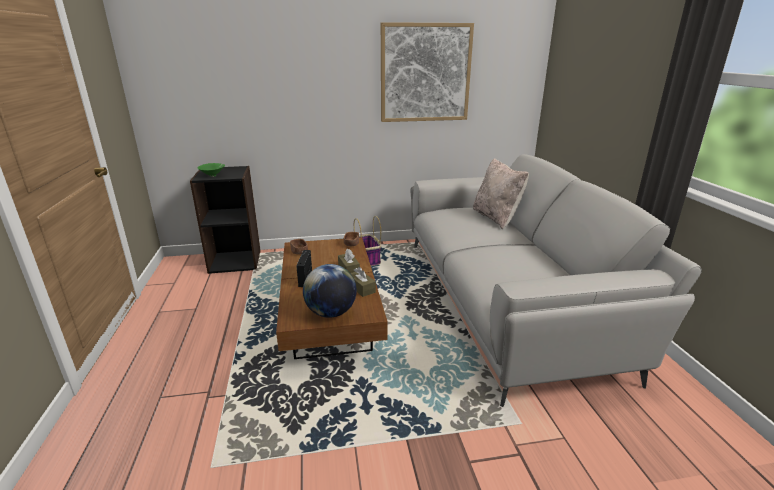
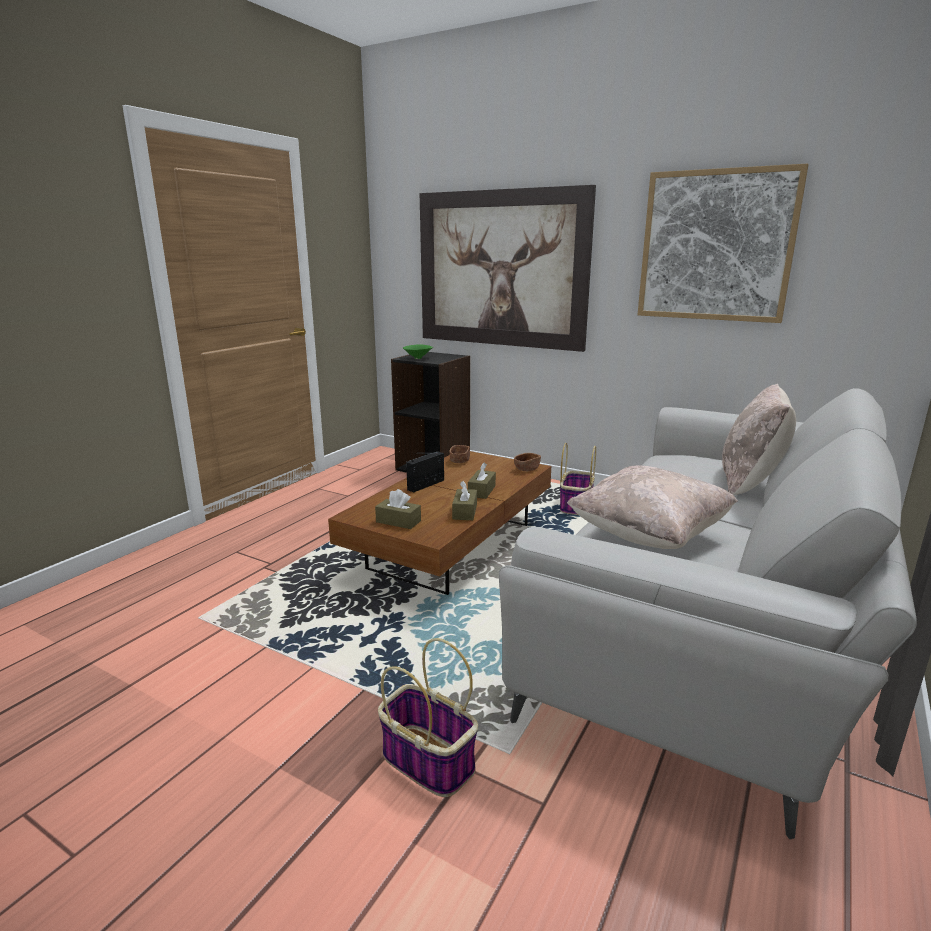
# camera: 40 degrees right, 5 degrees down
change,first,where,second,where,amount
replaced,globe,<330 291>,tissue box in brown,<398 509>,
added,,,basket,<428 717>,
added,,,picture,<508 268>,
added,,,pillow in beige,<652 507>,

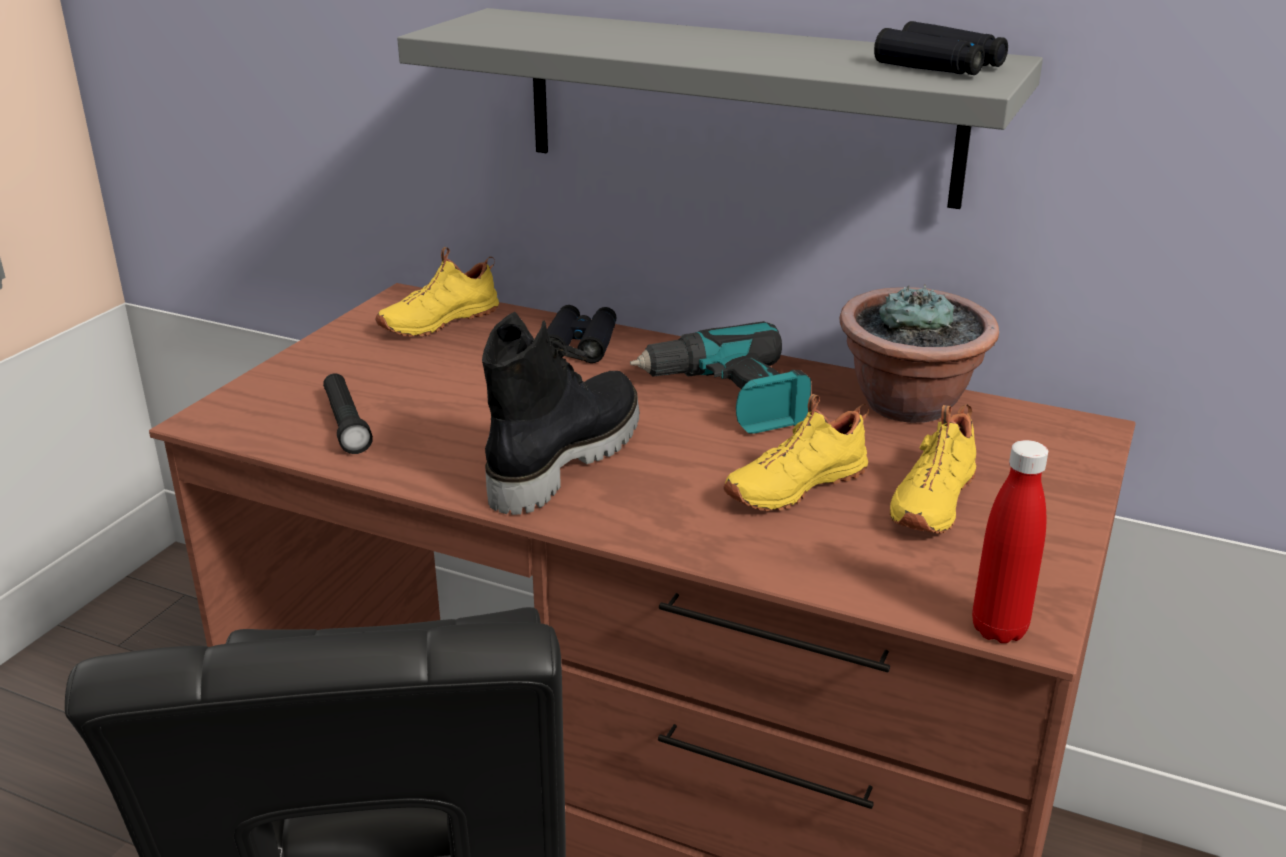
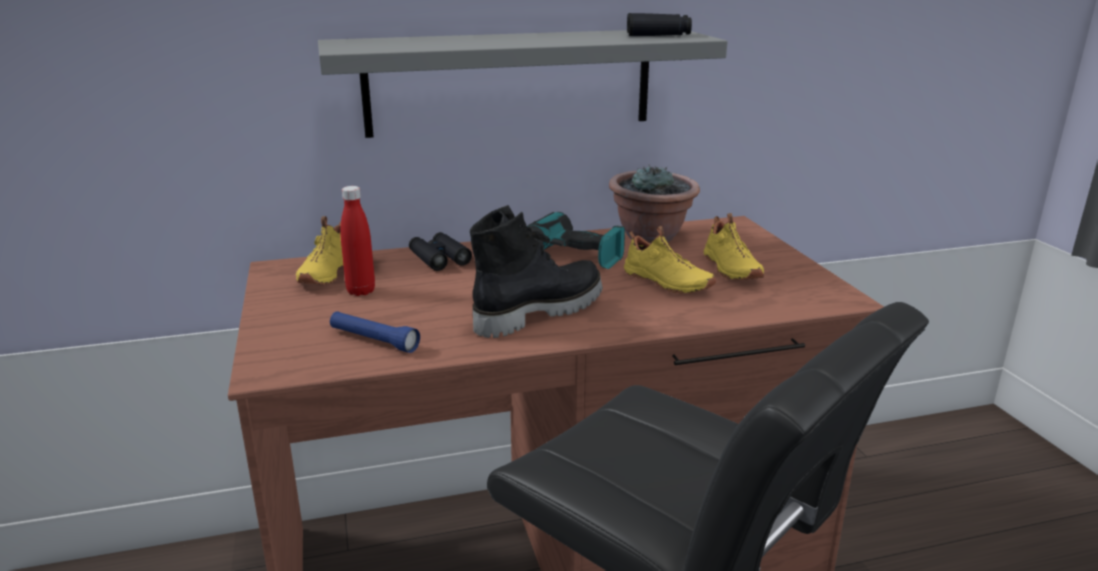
# camera: 40 degrees left, 5 degrees down
change,first,where,second,where,amount
recoloured,flashlight in black,<348 414>,flashlight in blue,<375 332>,
turned,boot in black,<561 413>,,<536 271>,60 degrees clockwise
turned,shoe in yellow,<796 452>,,<670 260>,60 degrees counterclockwise
moved,bottle in red,<1010 541>,,<357 241>,

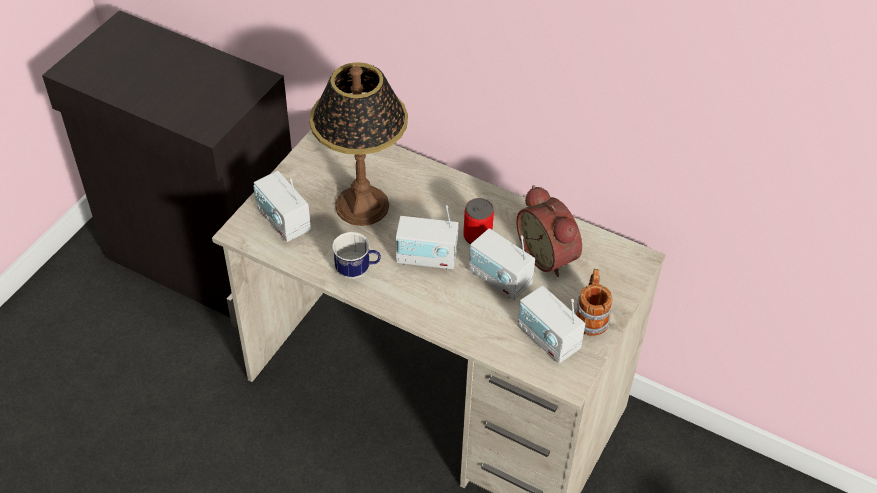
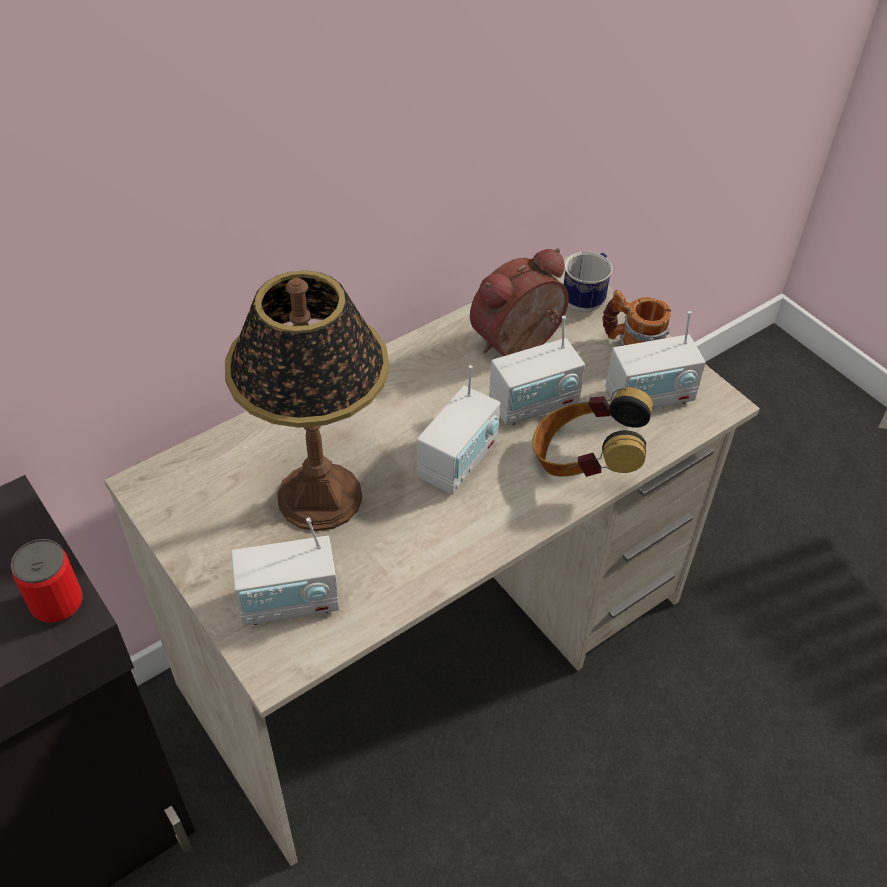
# camera: 65 degrees left, 0 degrees up
change,first,where,second,where,amount
moved,mug,<356 255>,,<588 281>,
moved,can,<478 221>,,<47 581>,
turned,alarm clock,<549 231>,,<519 302>,150 degrees clockwise
added,,,headphones,<592 432>,

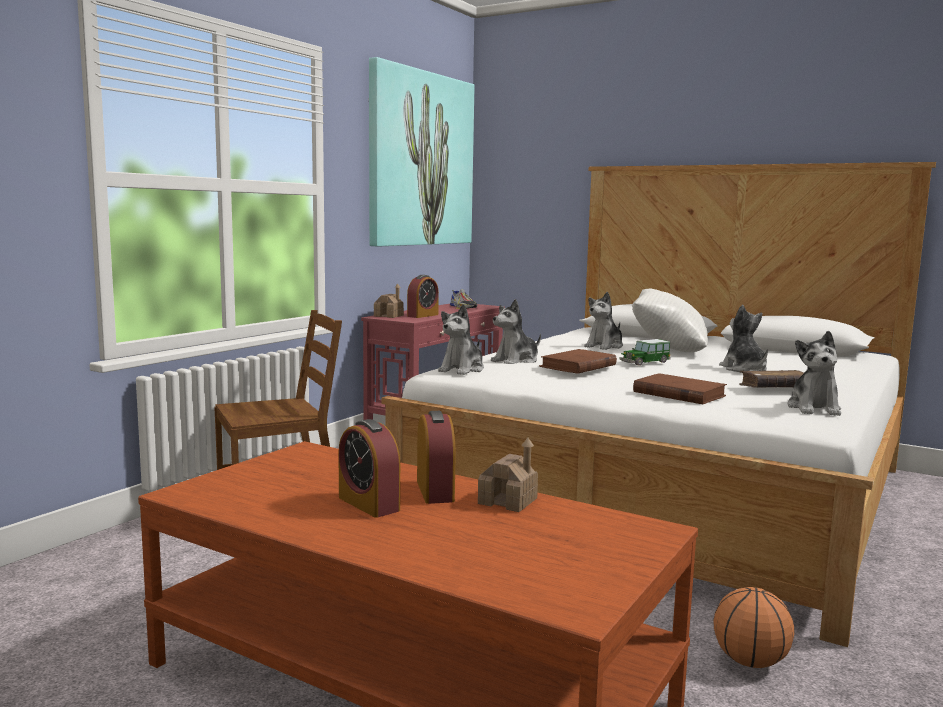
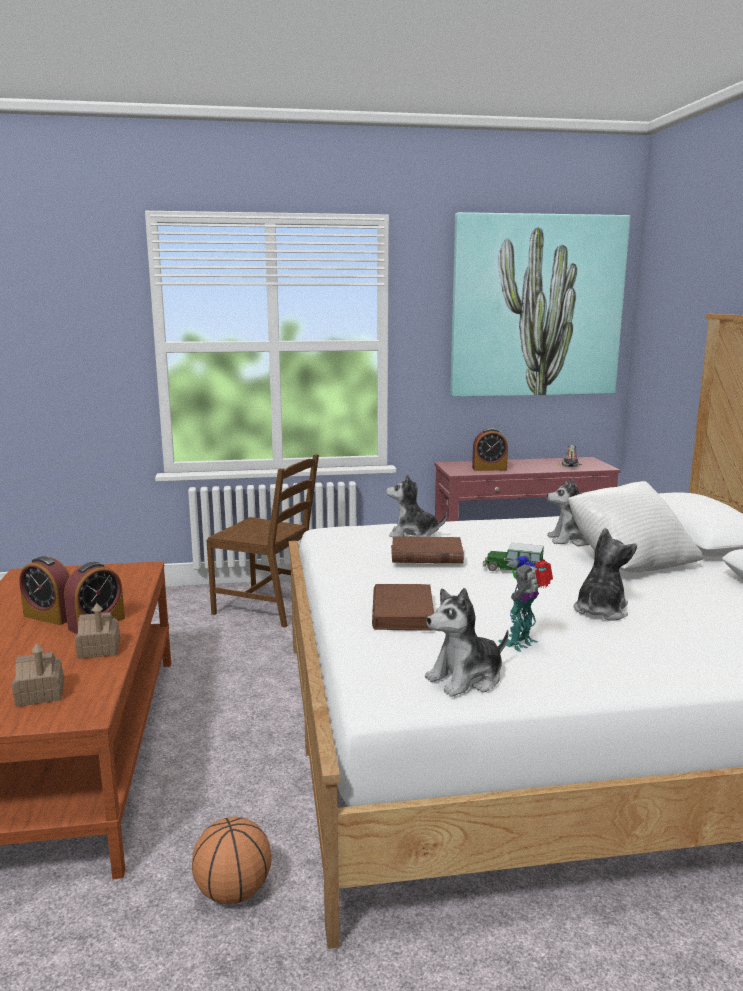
# camera: 50 degrees right, 5 degrees up
change,first,where,second,where,amount
turned,alarm clock,<369 468>,,<44 590>,75 degrees counterclockwise
moved,toy house,<389 300>,,<38 675>,
removed,plush toy,<461 339>,,,
replaced,book in brown,<771 379>,toy robot,<525 603>,

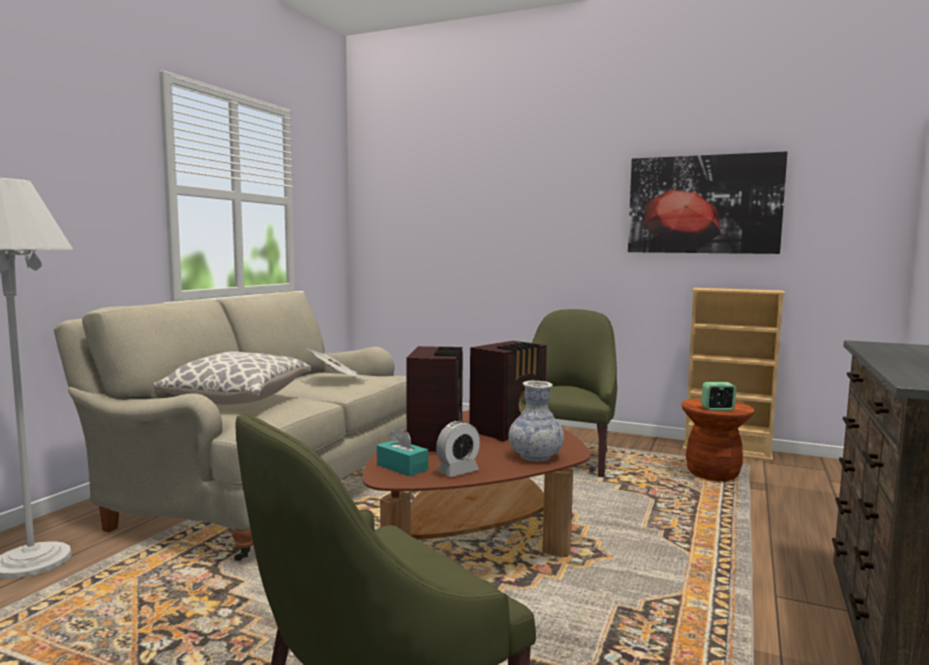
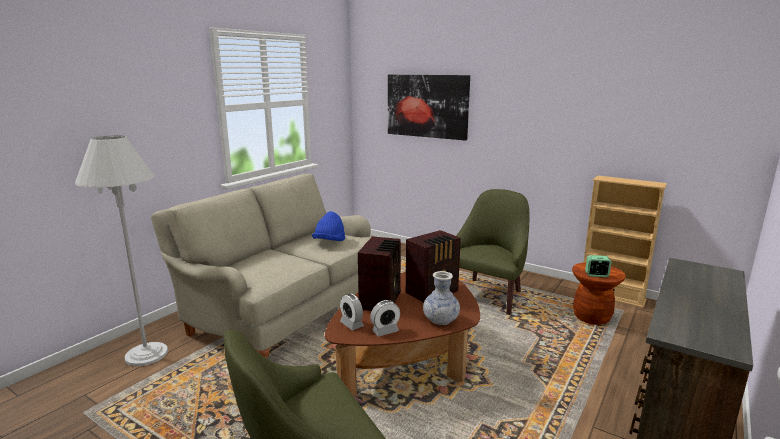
# camera: 10 degrees right, 10 degrees up
change,first,where,second,where,amount
removed,pillow,<232 378>,,,
replaced,newspaper,<336 364>,hat in blue,<328 226>,
replaced,tissue box in turquoise,<402 451>,alarm clock,<352 312>,
moved,picture,<707 202>,,<429 108>,

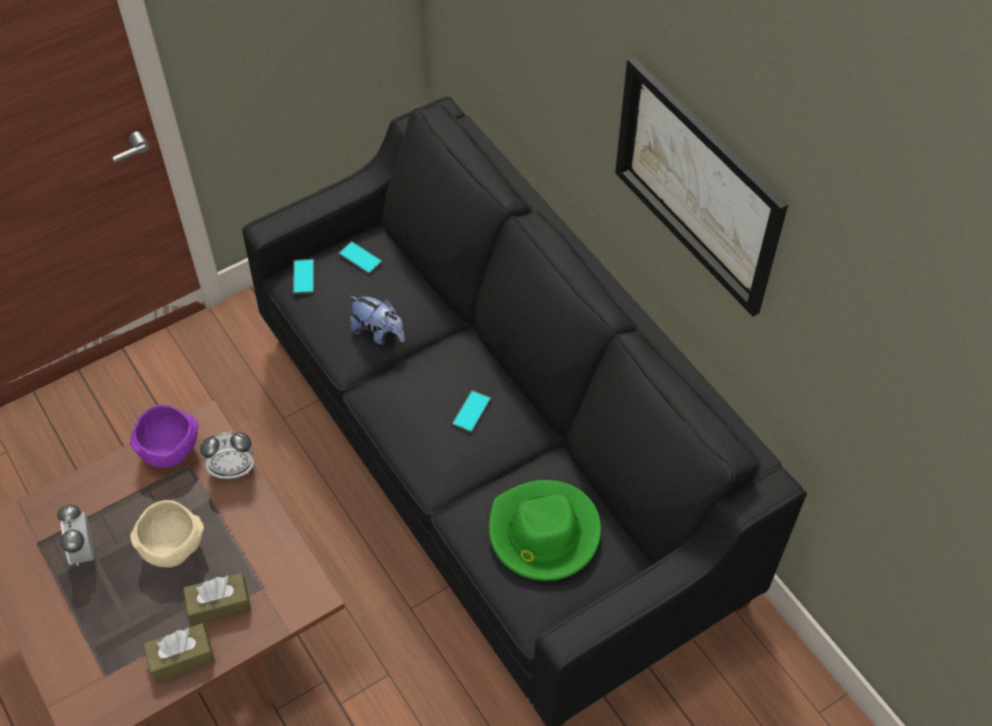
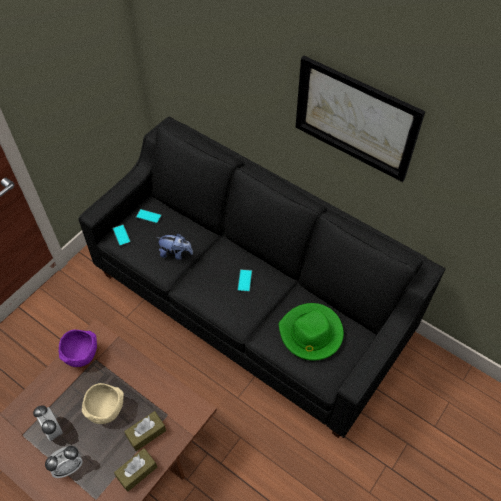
# camera: 20 degrees left, 0 degrees up
change,first,where,second,where,amount
moved,alarm clock,<227 455>,,<64 462>,

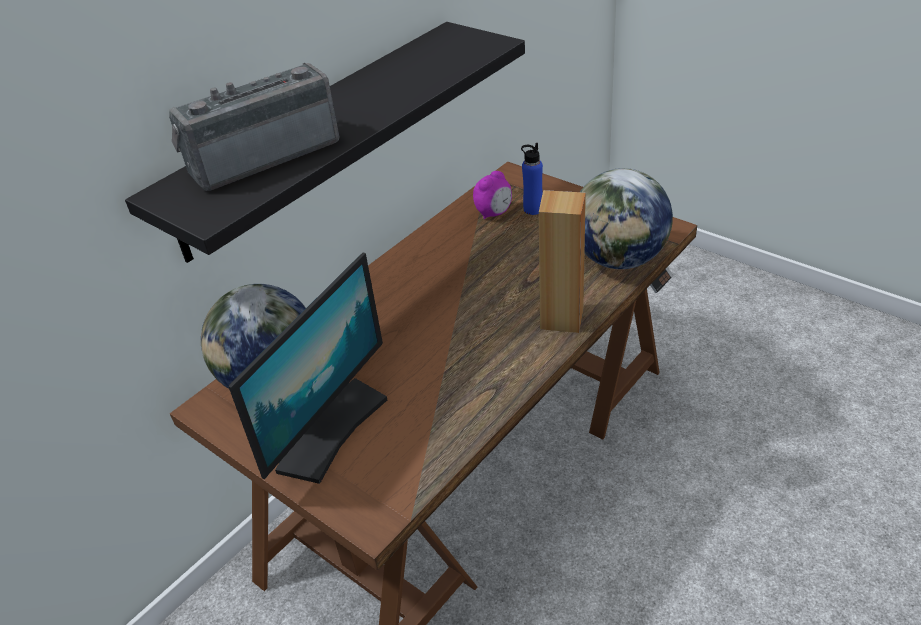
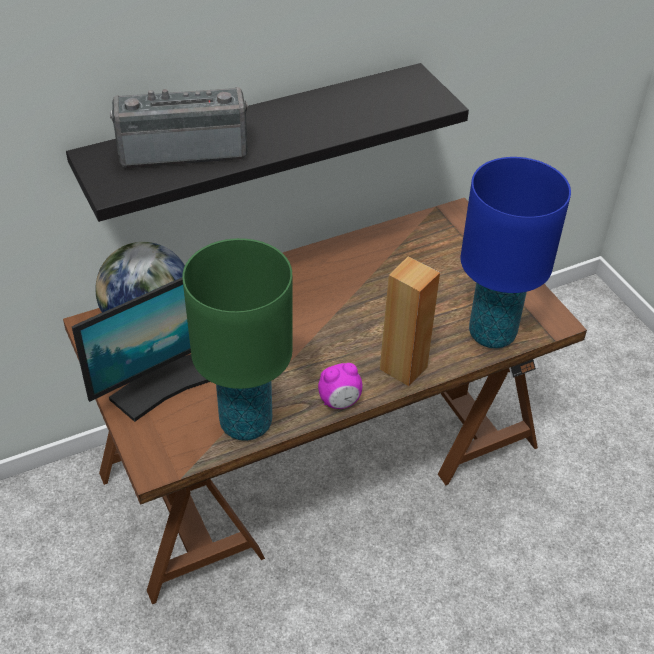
# camera: 20 degrees right, 5 degrees up
change,first,where,second,where,amount
moved,alarm clock,<492 195>,,<340 386>,
removed,bottle in blue,<532 179>,,,
replaced,globe,<626 218>,table lamp in blue,<516 253>,
added,,,table lamp in green,<237 339>,

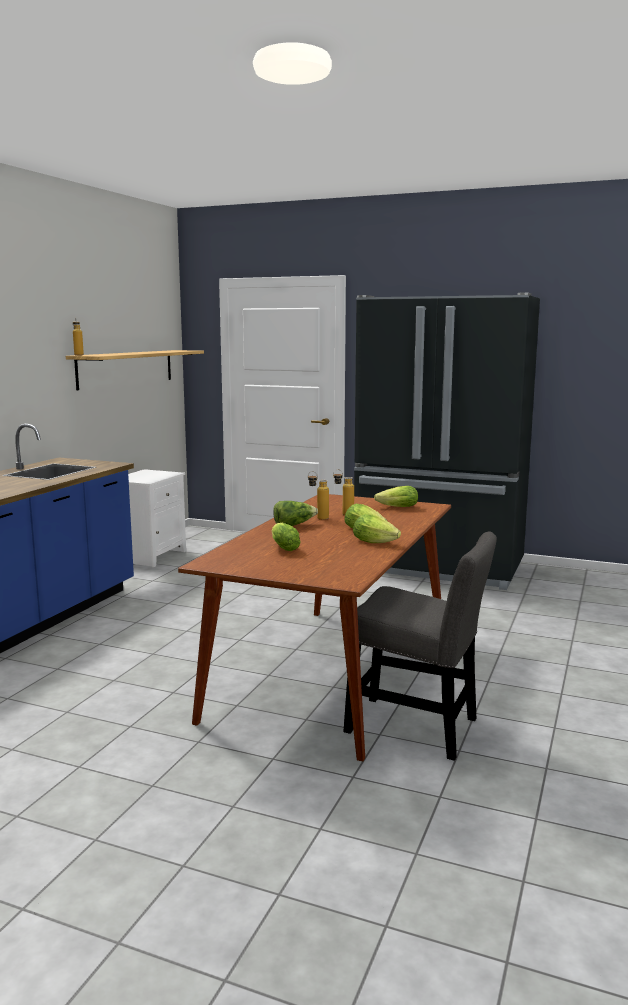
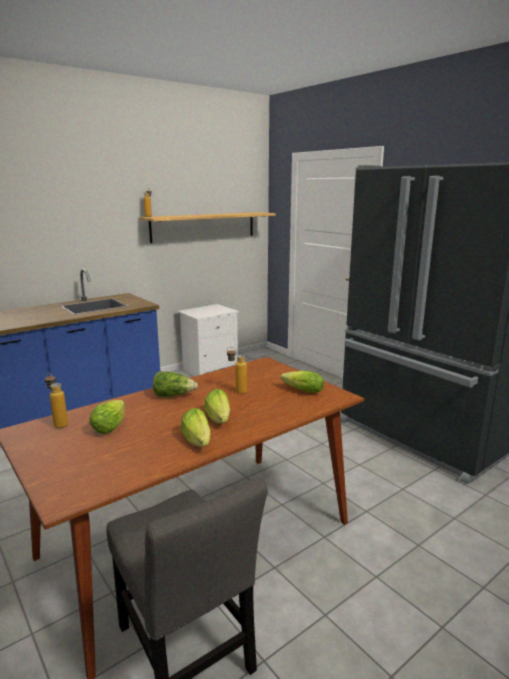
# camera: 30 degrees right, 5 degrees up
change,first,where,second,where,amount
moved,bottle,<318 495>,,<56 400>,

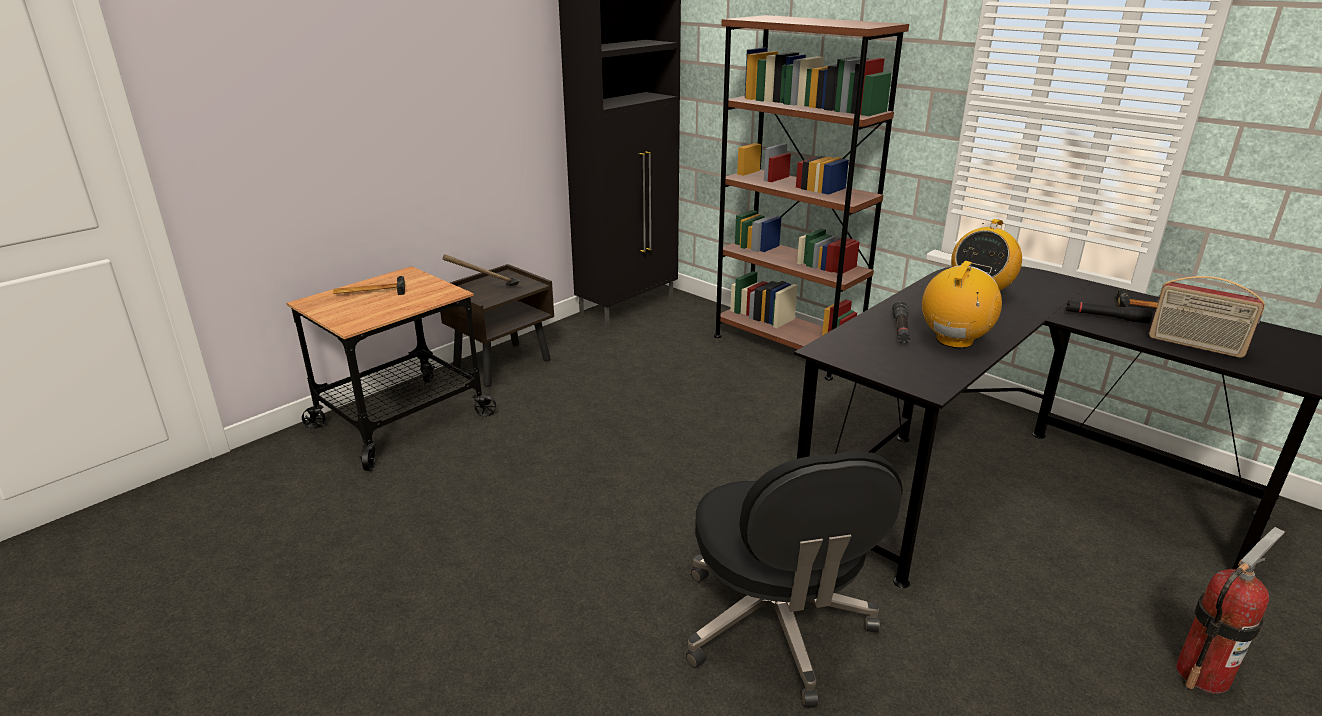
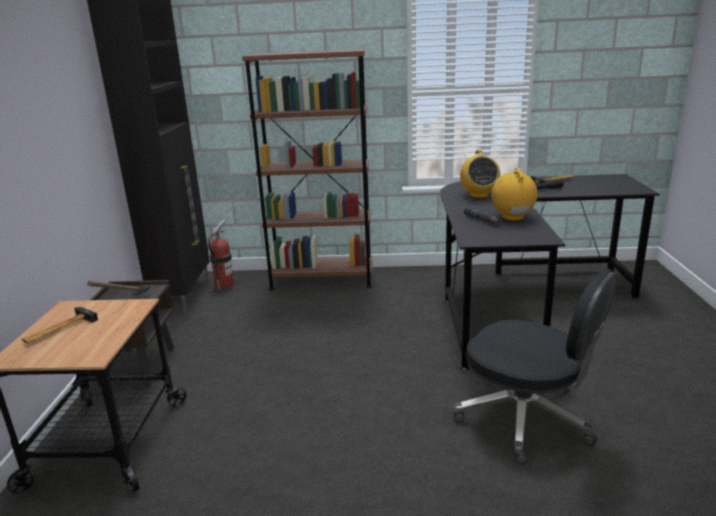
# camera: 40 degrees left, 5 degrees down
change,first,where,second,where,amount
removed,radio,<1207 317>,,,
moved,fire extinguisher,<1230 610>,,<221 255>,

